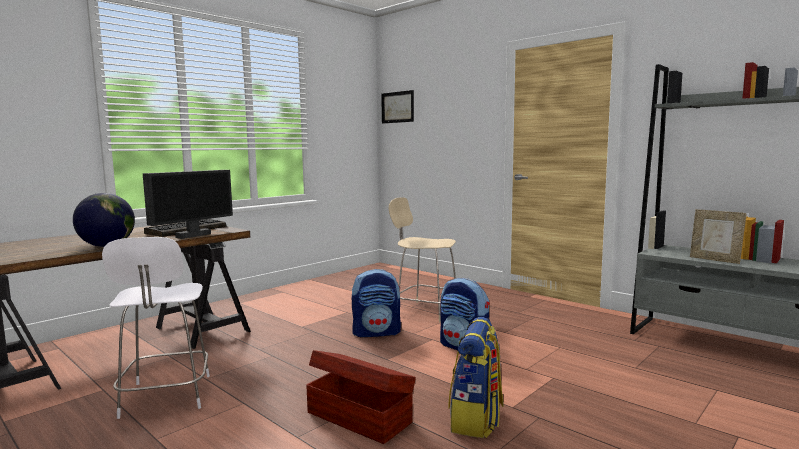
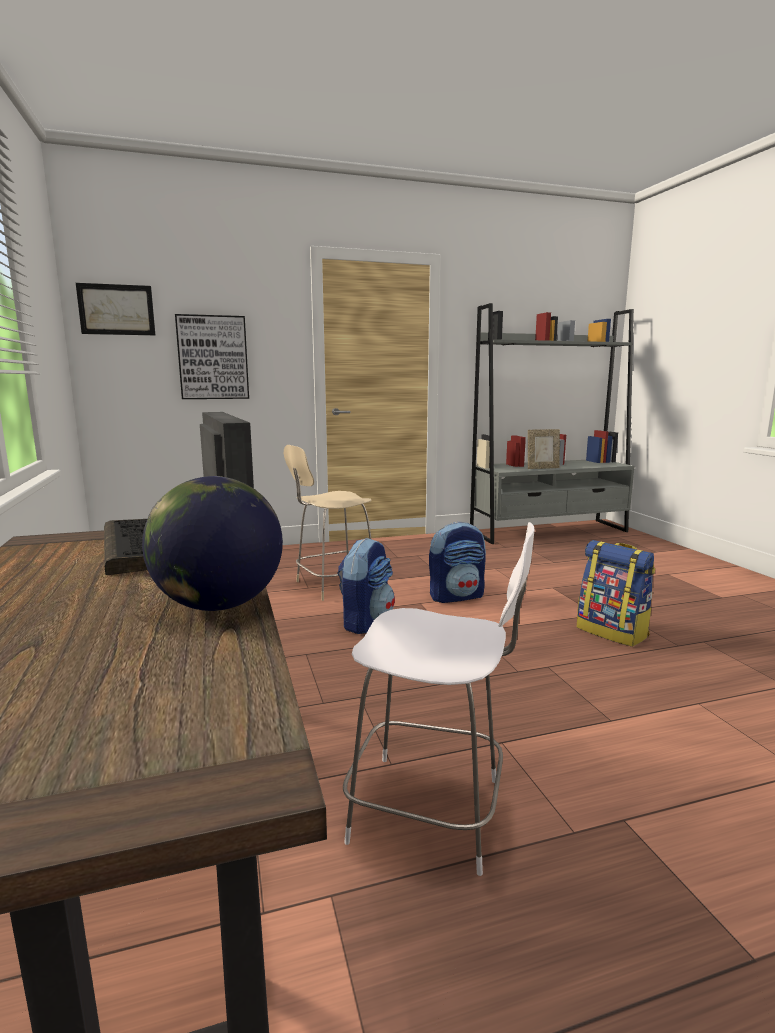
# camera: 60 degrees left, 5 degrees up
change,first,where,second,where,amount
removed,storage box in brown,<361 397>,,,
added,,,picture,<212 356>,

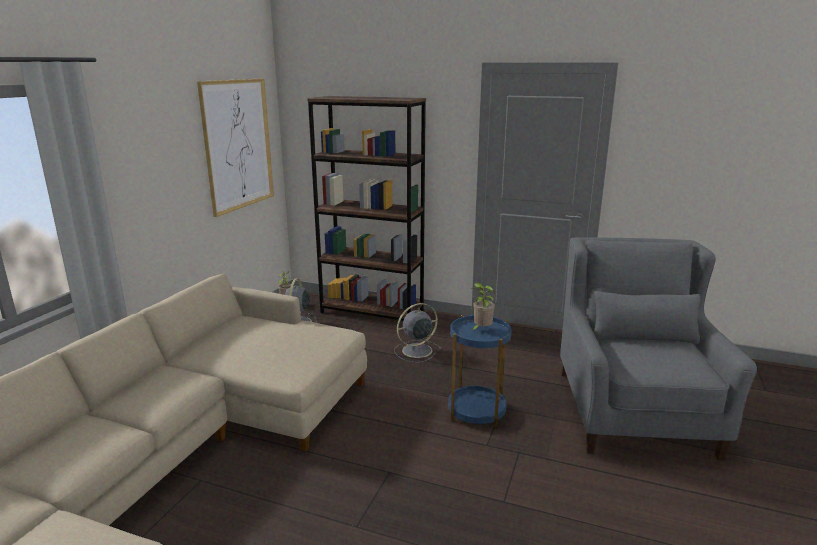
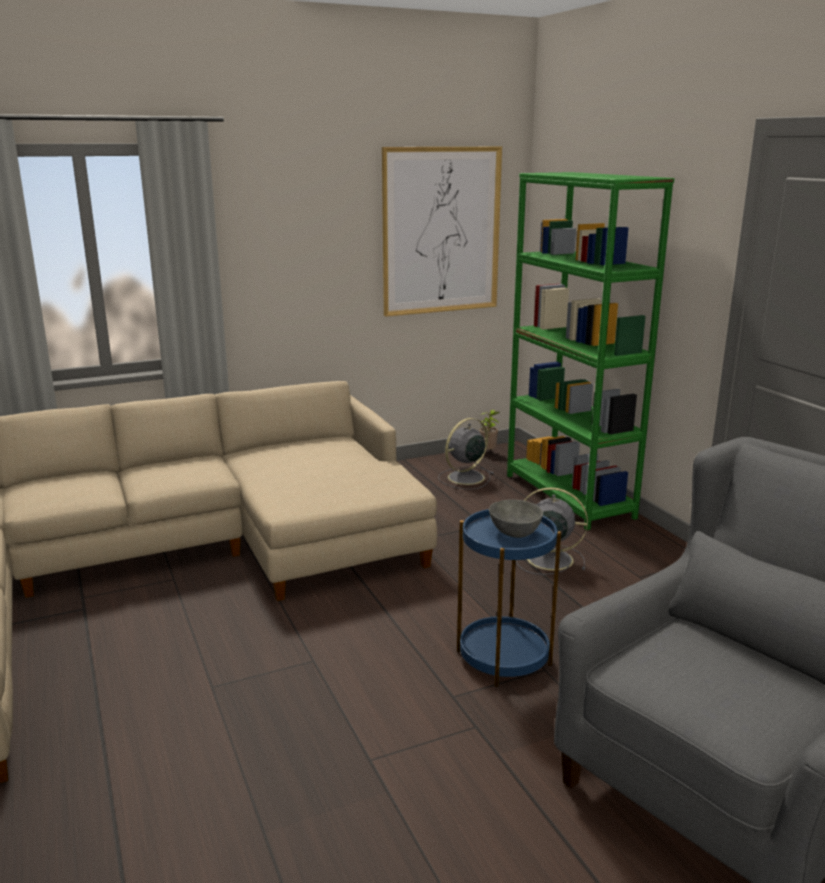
# camera: 45 degrees right, 0 degrees up
change,first,where,second,where,amount
recoloured,bookcase in brown,<366 208>,bookcase in green,<591 351>,
replaced,potted plant,<483 307>,bowl in grey,<516 518>,

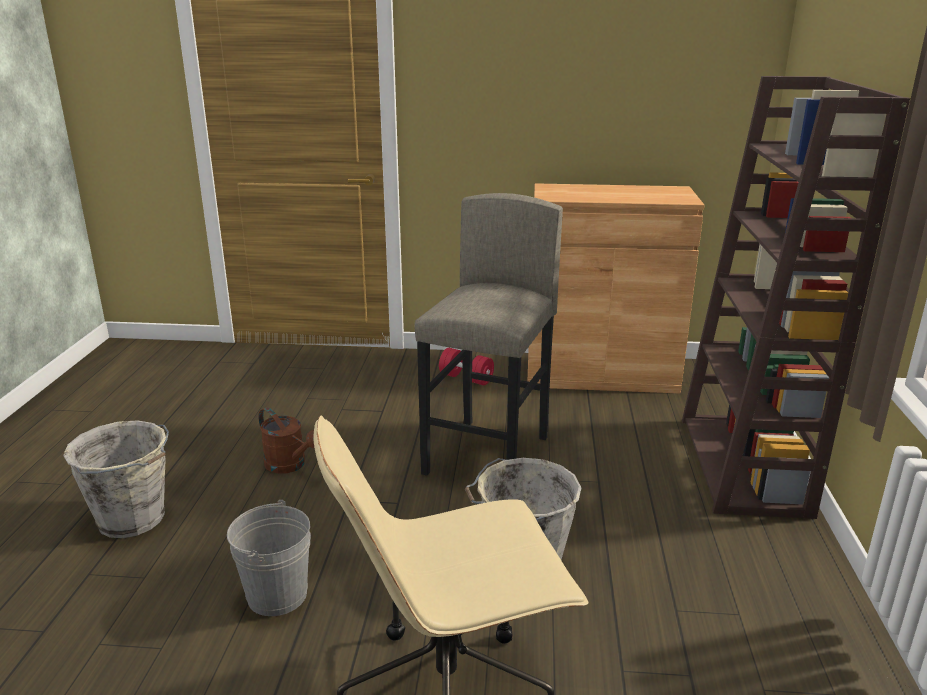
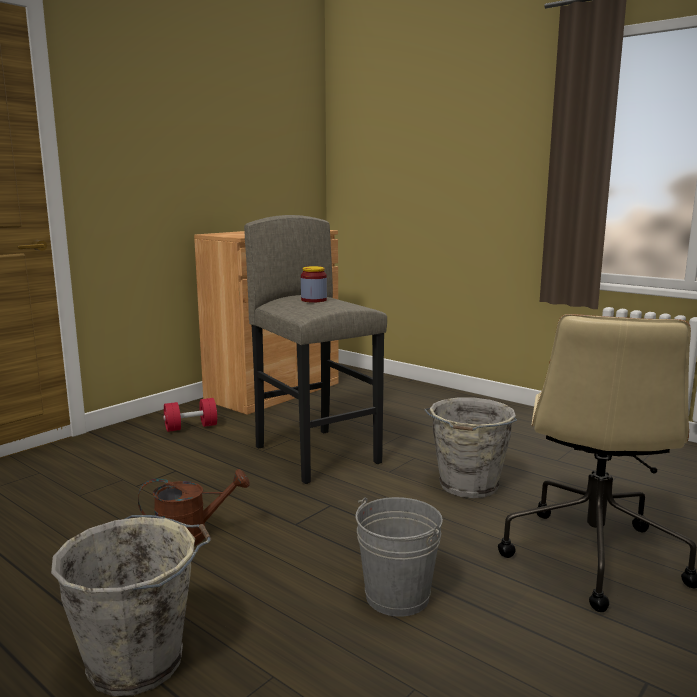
# camera: 55 degrees left, 10 degrees down
change,first,where,second,where,amount
removed,bookcase in brown,<796 297>,,,
added,,,jar,<314 284>,

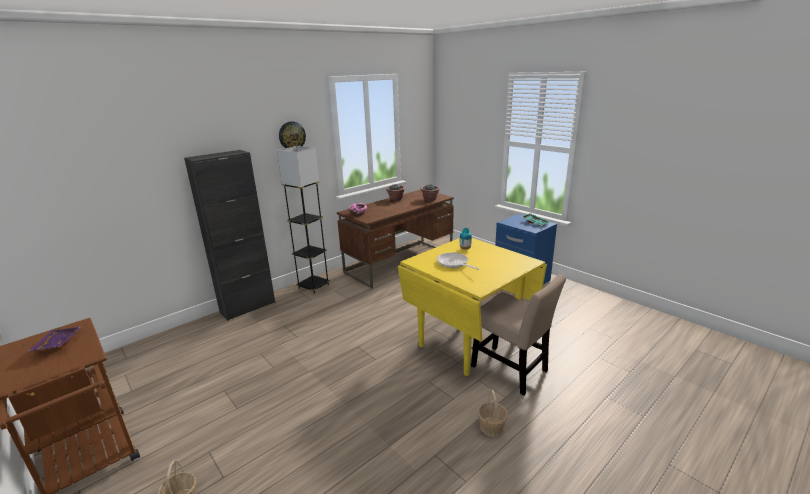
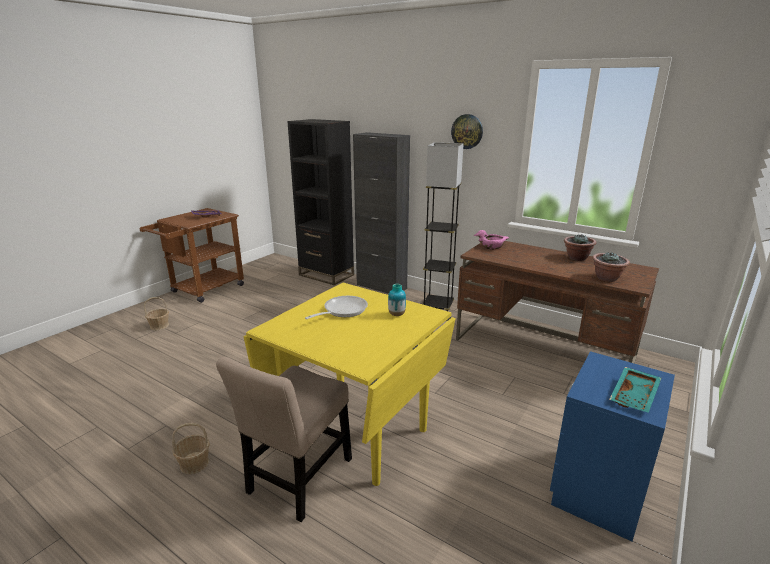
# camera: 75 degrees right, 0 degrees up
change,first,where,second,where,amount
added,,,bookcase in black,<320 202>,

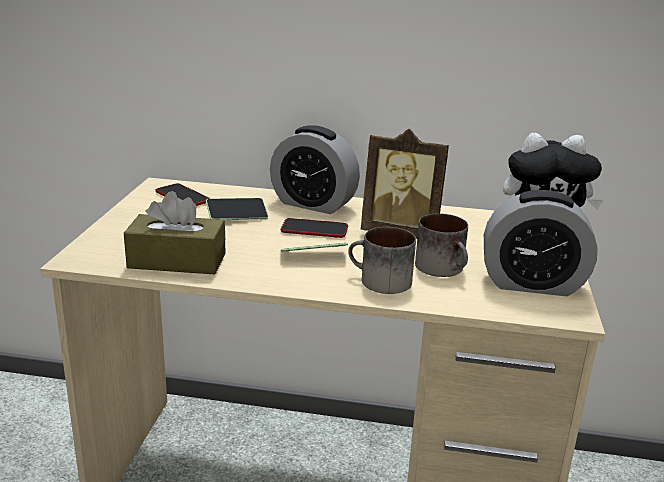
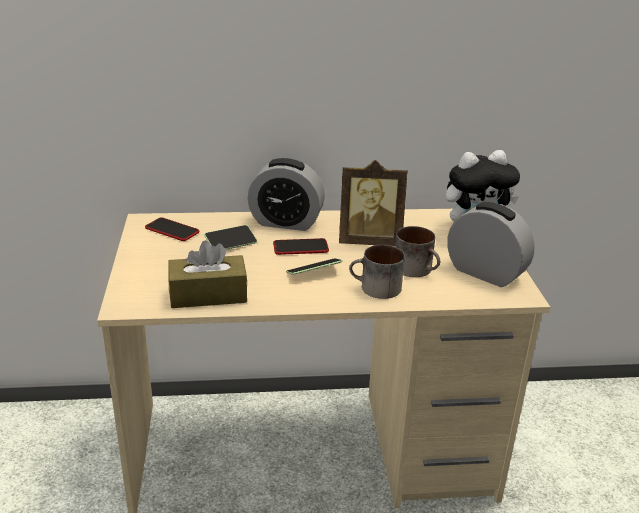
# camera: 15 degrees left, 5 degrees up
change,first,where,second,where,amount
turned,alarm clock,<541 243>,,<491 244>,135 degrees counterclockwise

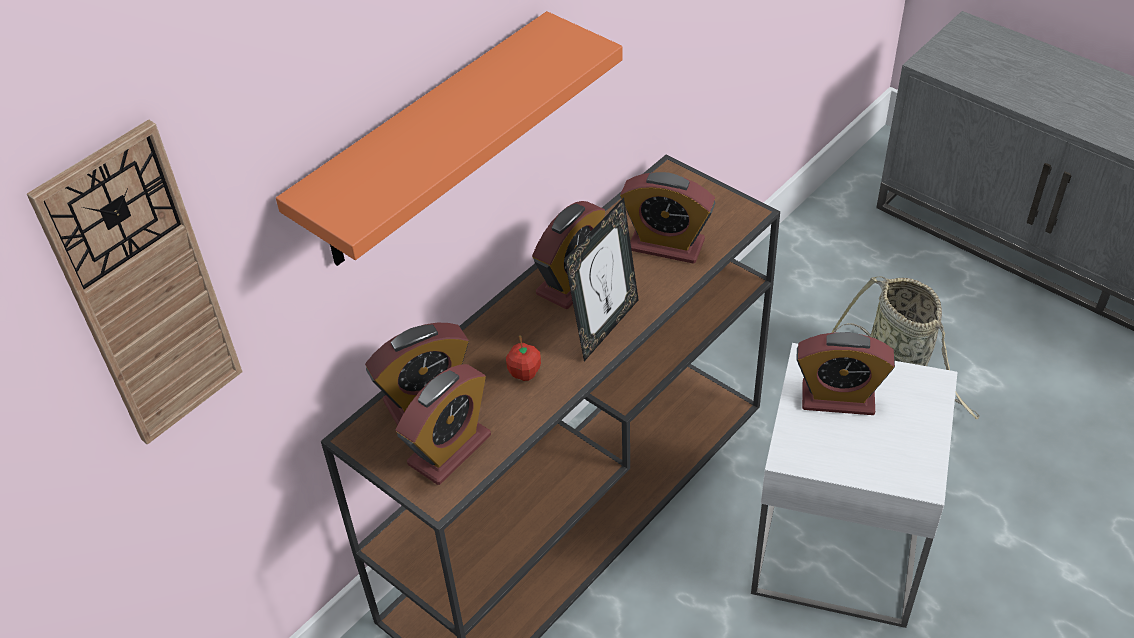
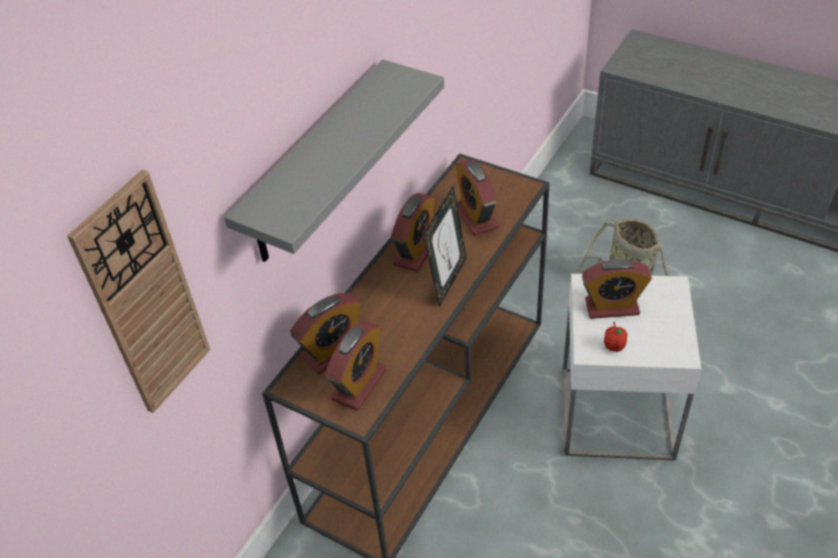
# camera: 10 degrees left, 0 degrees up
change,first,where,second,where,amount
recoloured,shelf in orange,<449 138>,shelf in grey,<334 160>,
moved,apple,<523 358>,,<616 337>,
turned,alarm clock,<667 218>,,<477 197>,60 degrees clockwise

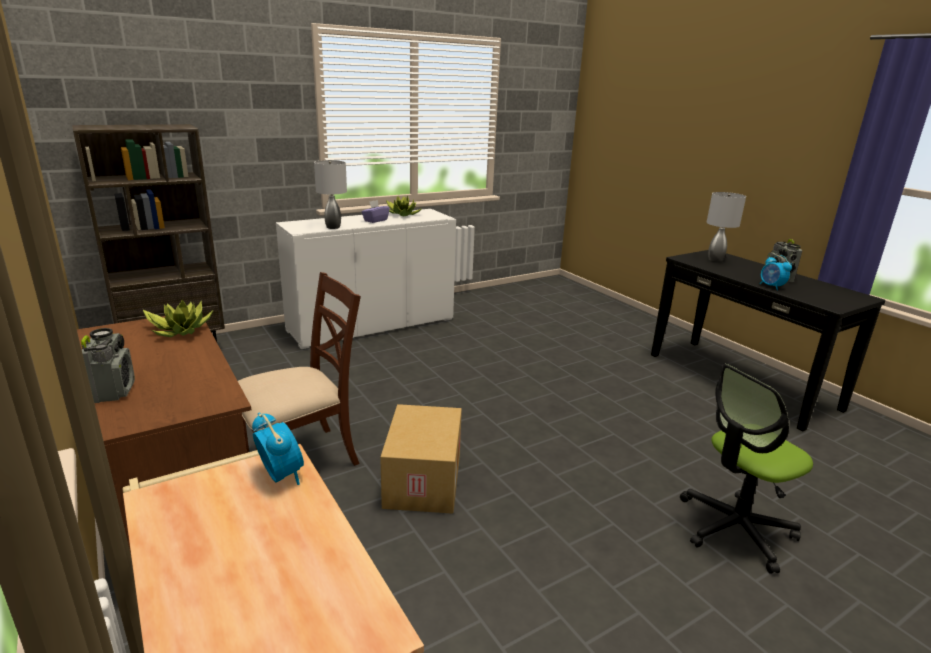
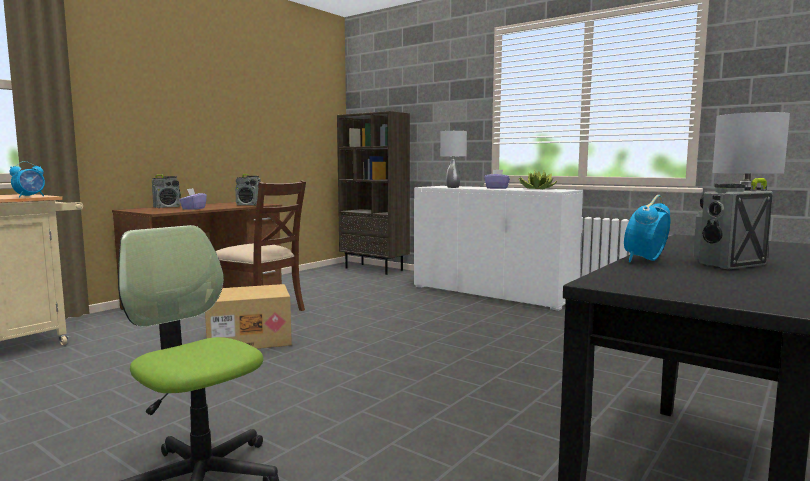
# camera: 70 degrees right, 15 degrees down
change,first,where,second,where,amount
replaced,potted plant,<177 318>,radio,<248 190>,
added,,,tissue box in purple,<193 199>,

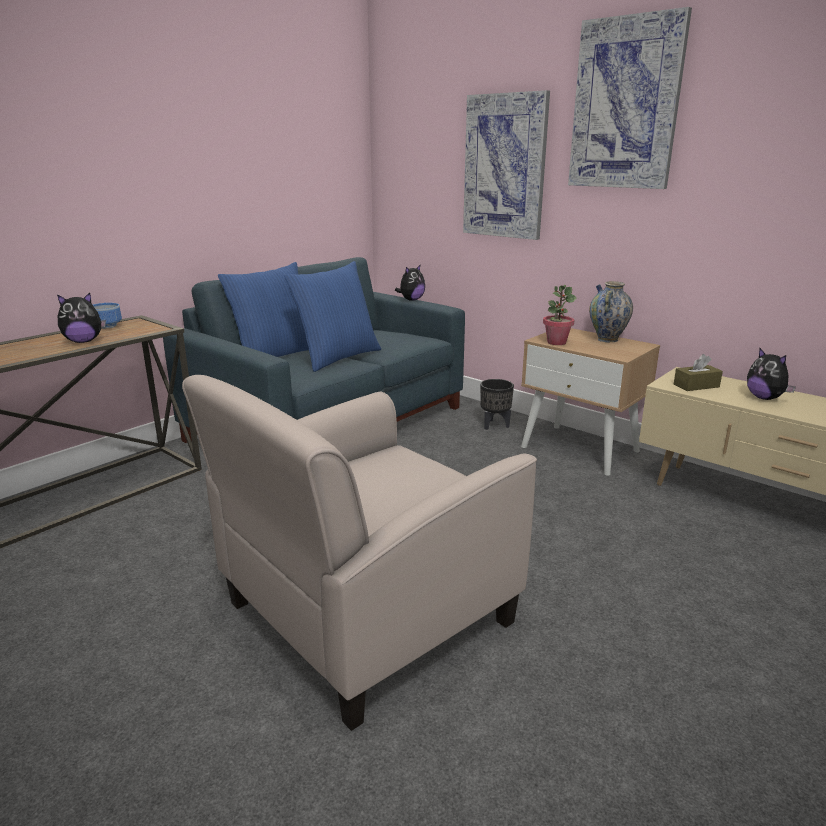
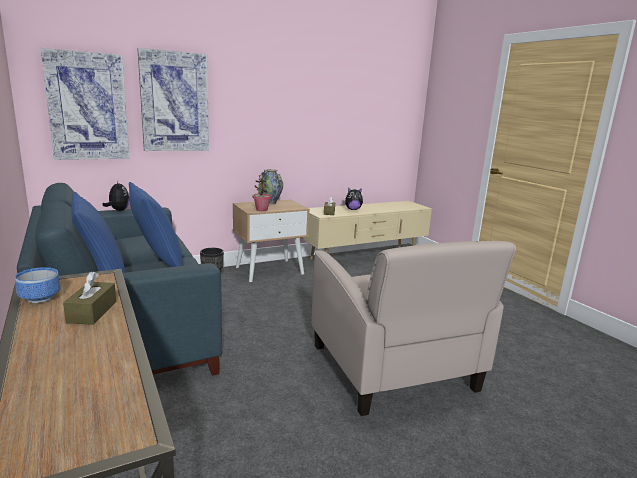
# camera: 70 degrees left, 5 degrees down
change,first,where,second,where,amount
replaced,plush toy,<81 318>,tissue box in brown,<89 298>,
moved,picture,<630 98>,,<85 104>,

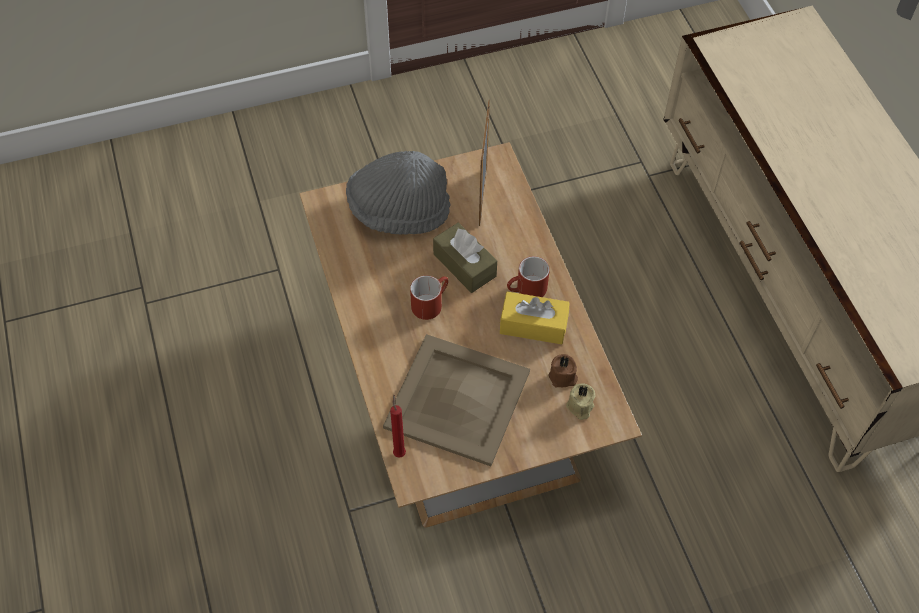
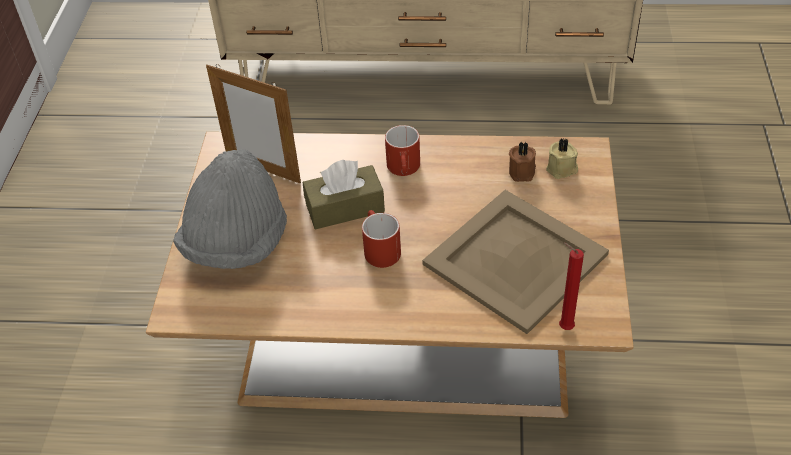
# camera: 65 degrees left, 10 degrees down
change,first,where,second,where,amount
removed,tissue box in yellow,<535 317>,,,

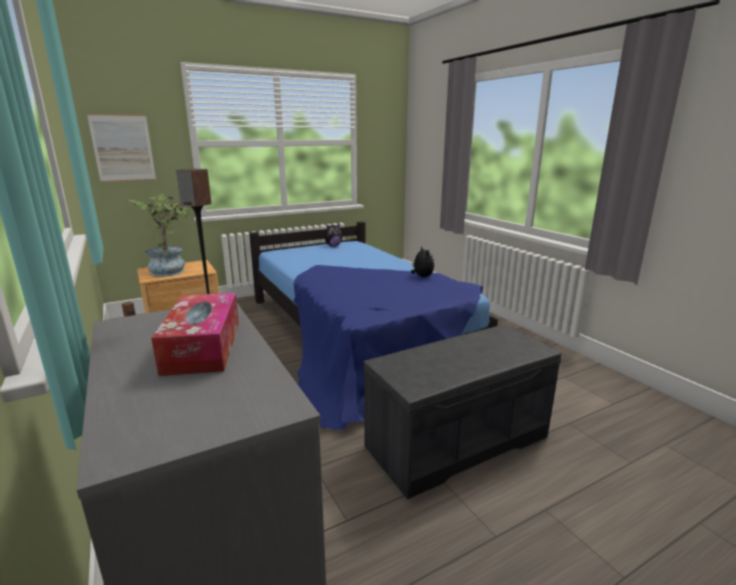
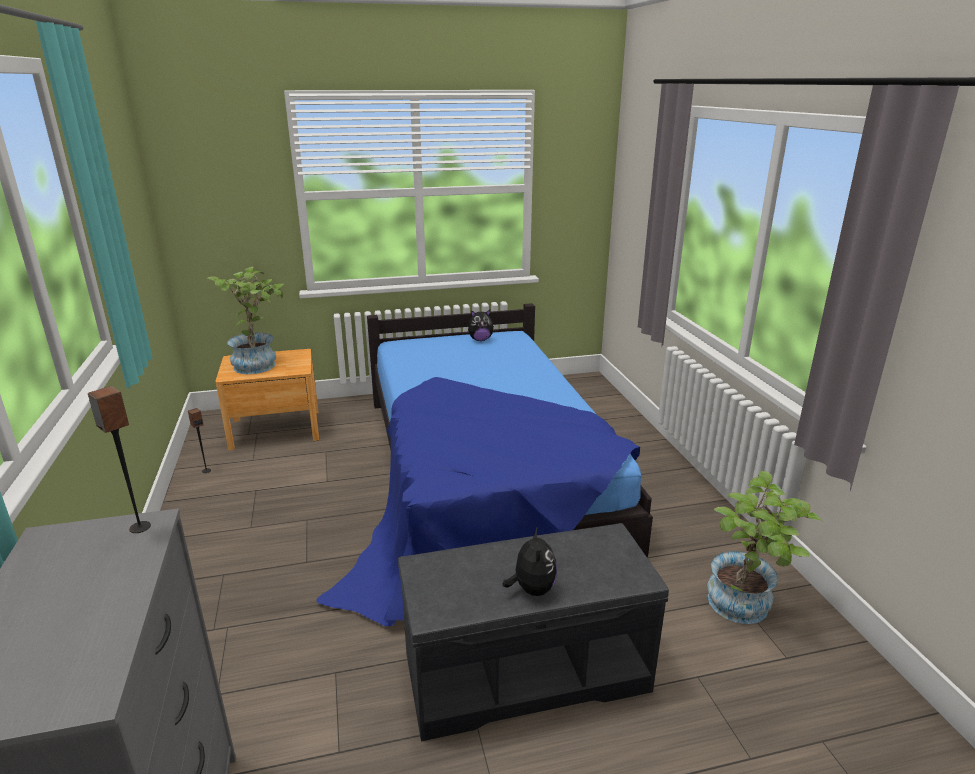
# camera: 15 degrees right, 5 degrees up
change,first,where,second,where,amount
removed,picture,<121 147>,,,
removed,tissue box,<195 334>,,,
moved,plush toy,<422 262>,,<530 562>,
added,,,potted plant,<765 547>,

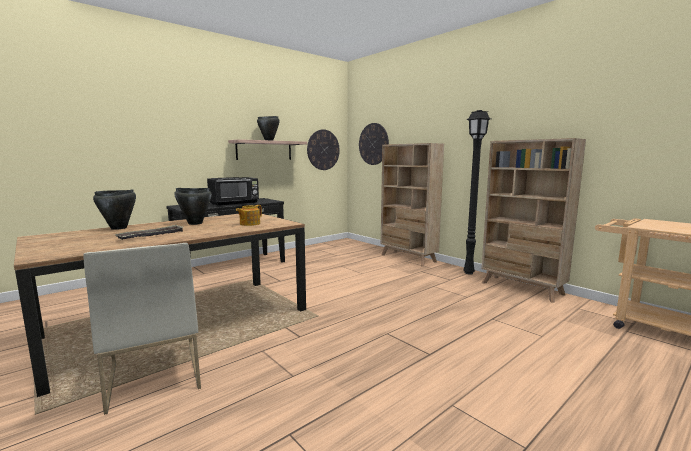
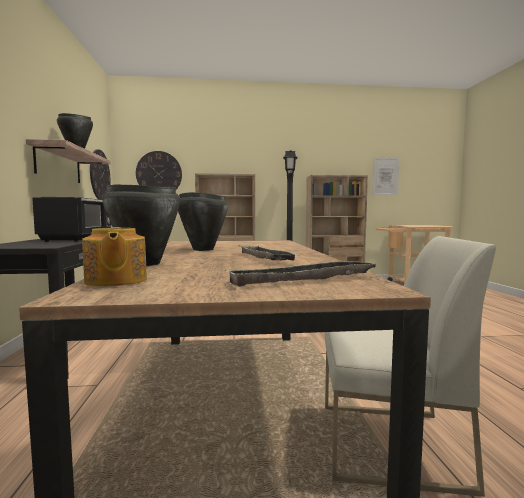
# camera: 55 degrees left, 5 degrees down
change,first,where,second,where,amount
moved,teapot,<249 215>,,<114 257>,
added,,,tray,<300 273>,
added,,,picture,<386 176>,

